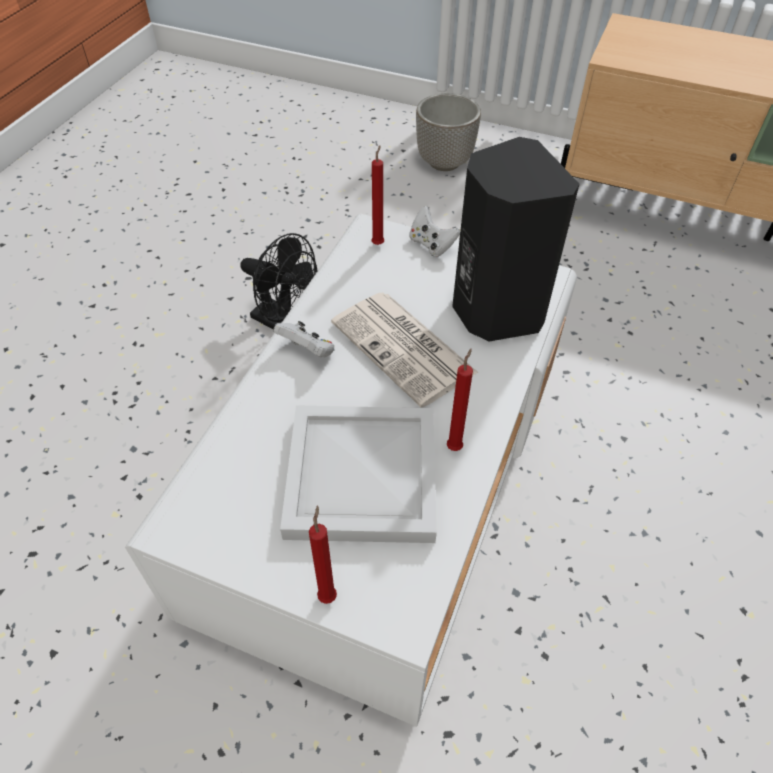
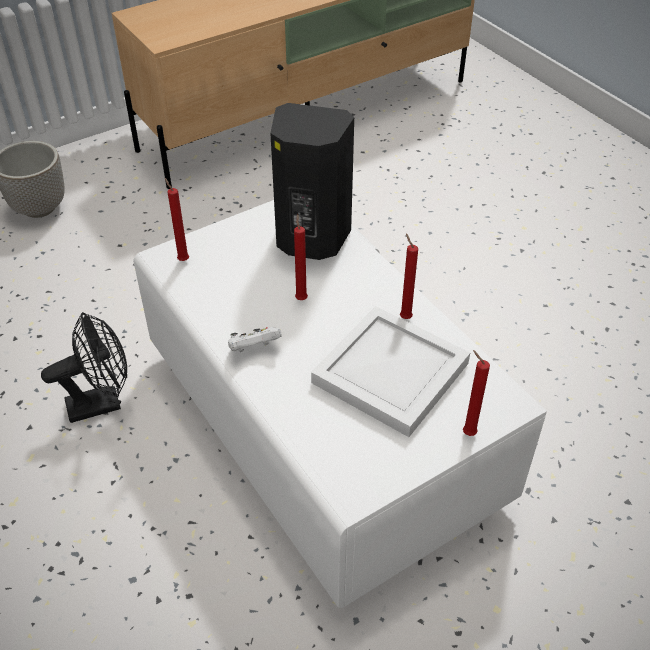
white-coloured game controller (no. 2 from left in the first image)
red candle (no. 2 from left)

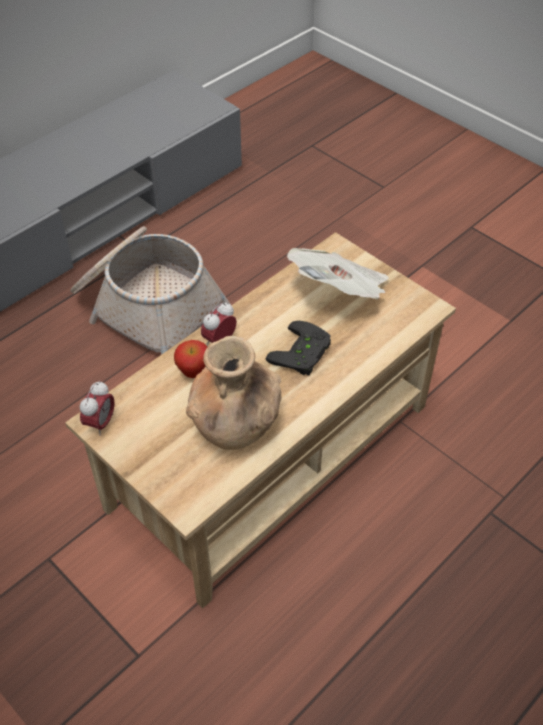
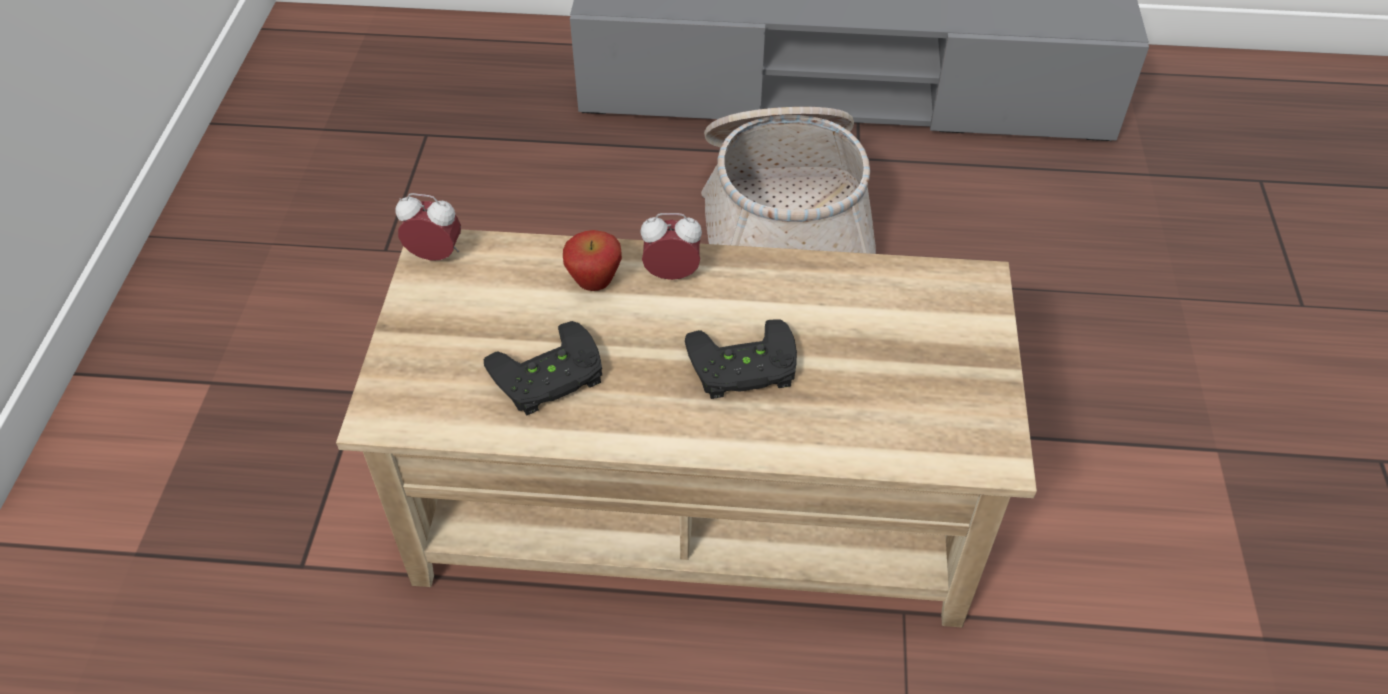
printed paper
black-coloured game controller (no. 1 from left)
alarm clock (no. 1 from left)

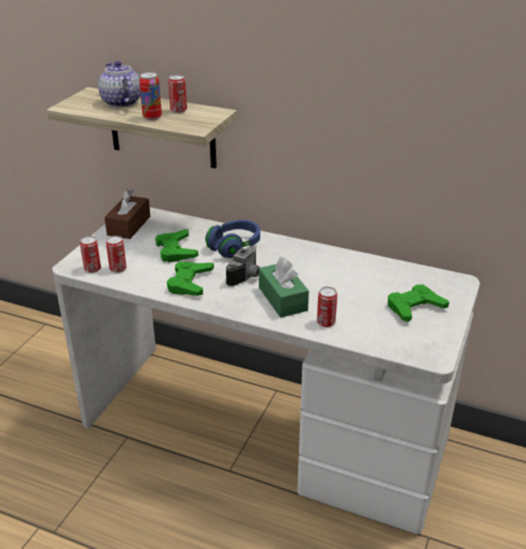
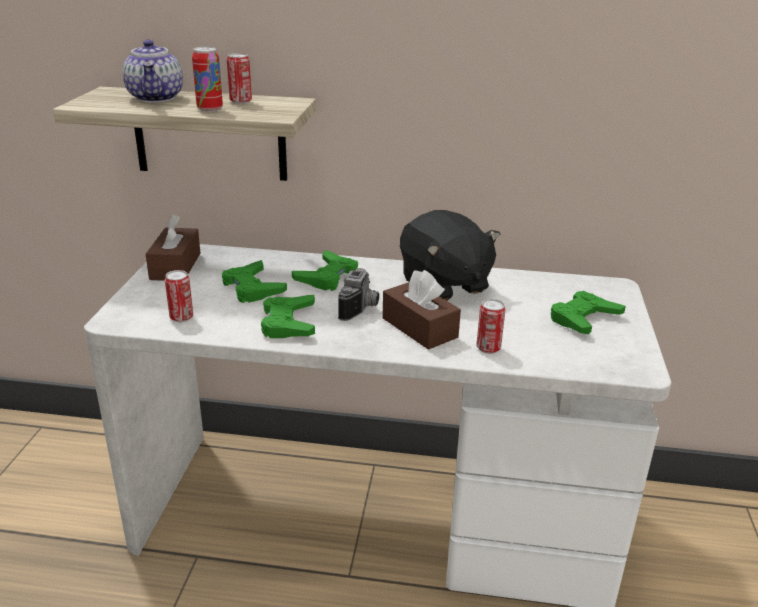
teapot
greenish game controller (no. 3 from left)
sealed can (no. 1 from left in the first image)
brownish box of tissues (no. 2 from left)
black-coloured cuddly toy

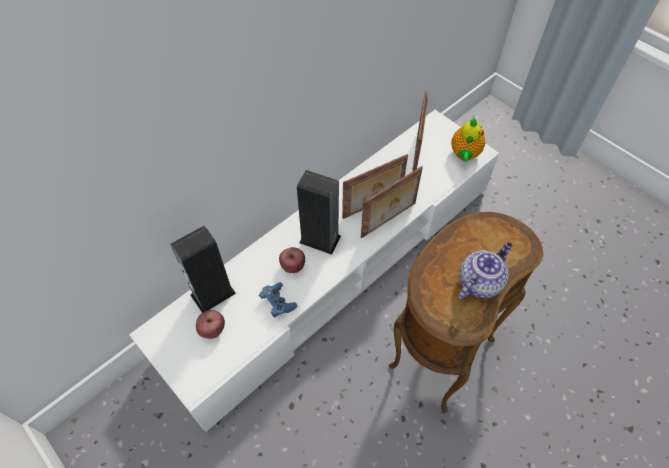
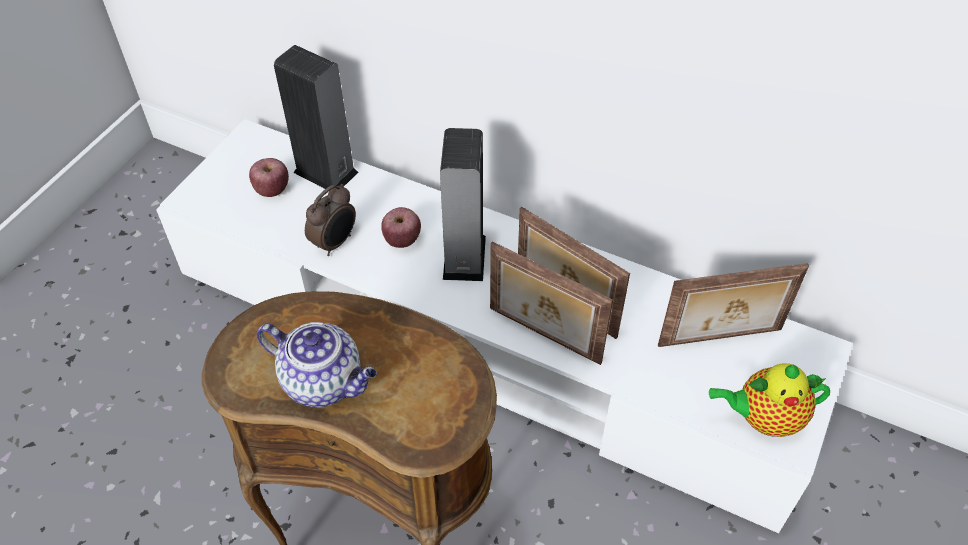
alarm clock

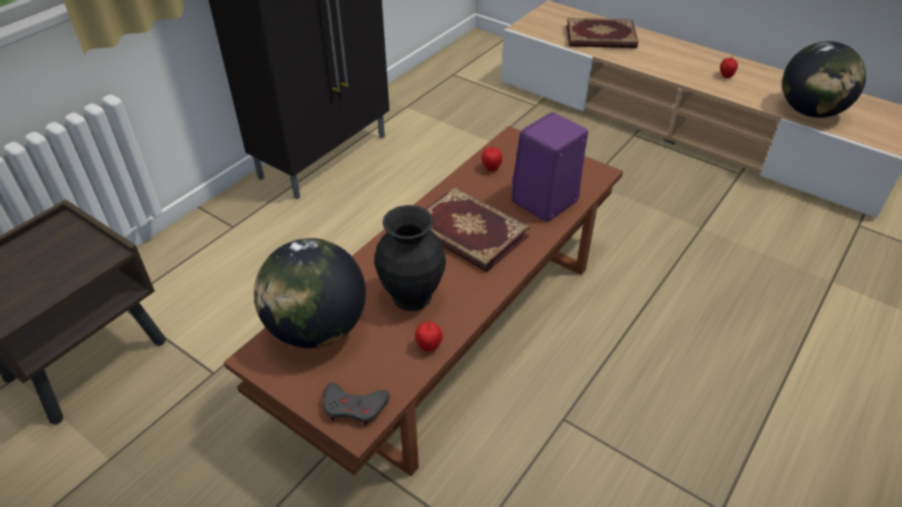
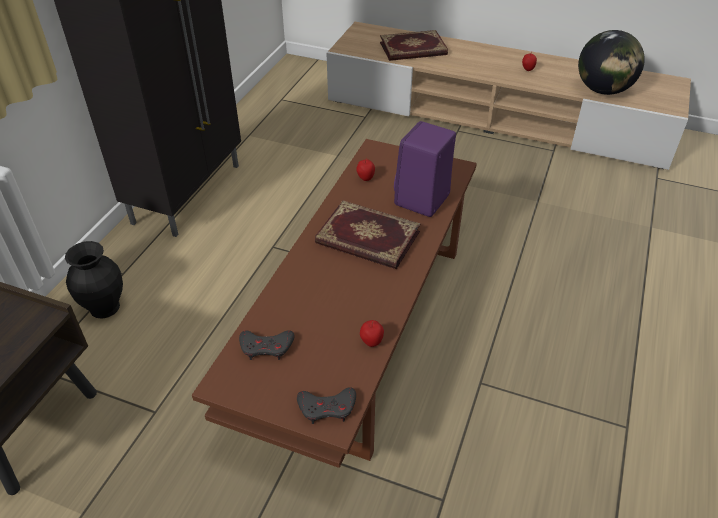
black-coloured flower vase
grey game controller (no. 1 from left)

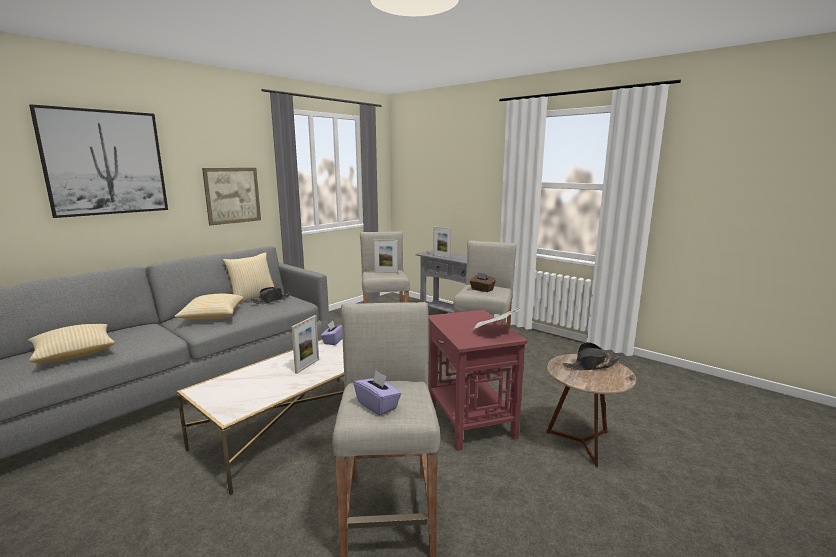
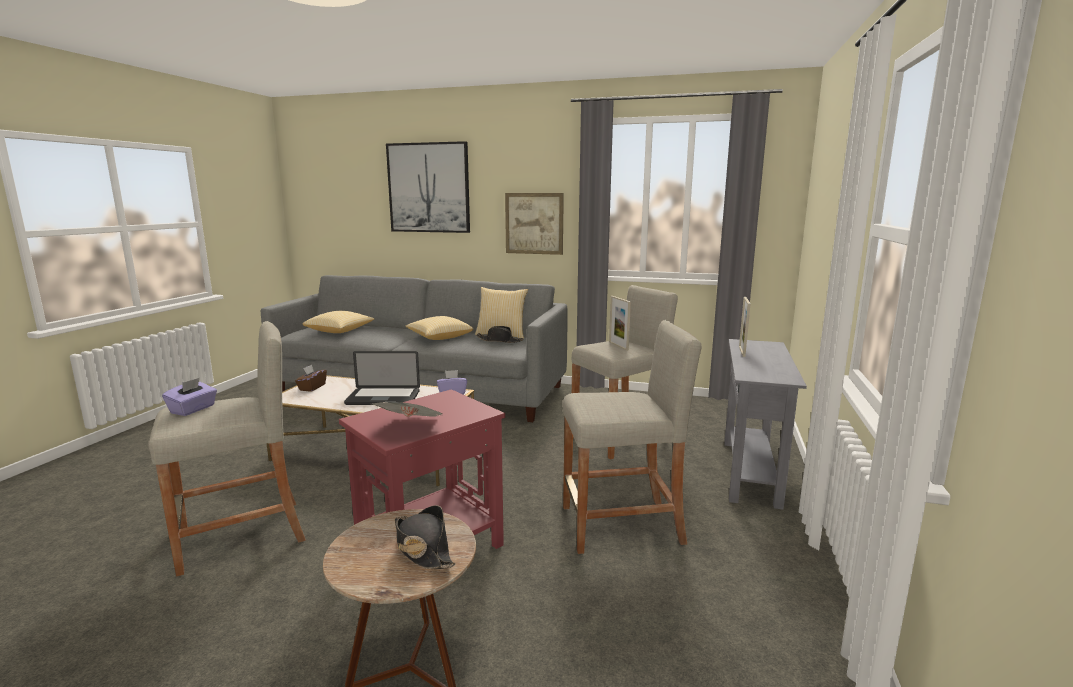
brownish box of tissues
portable computer

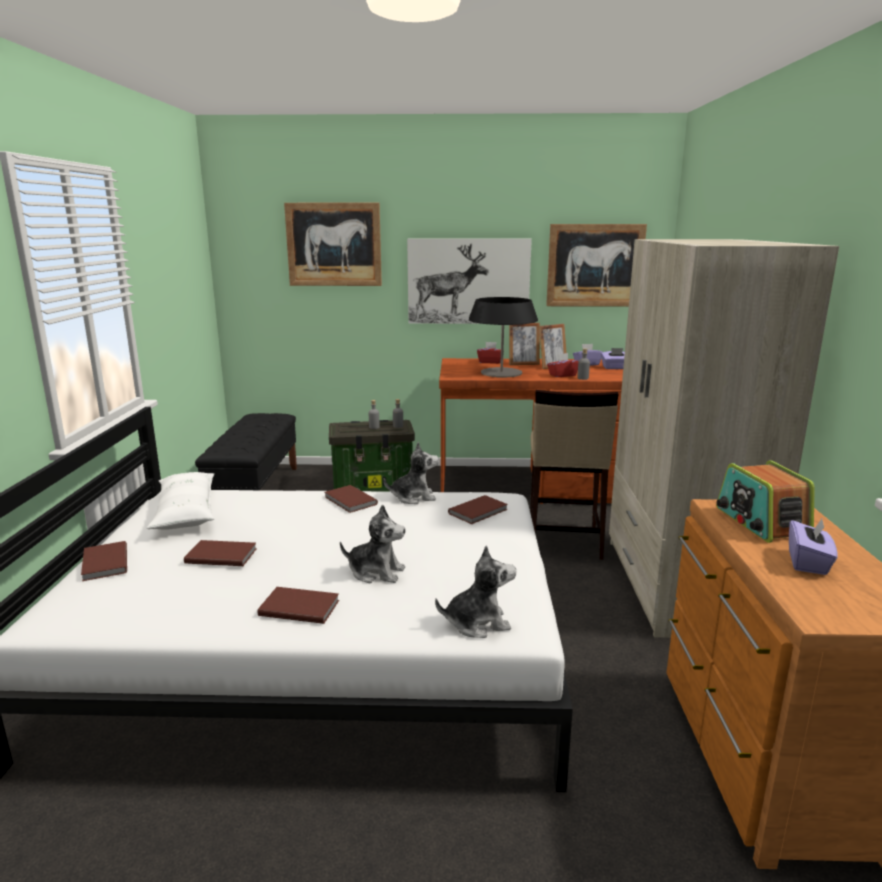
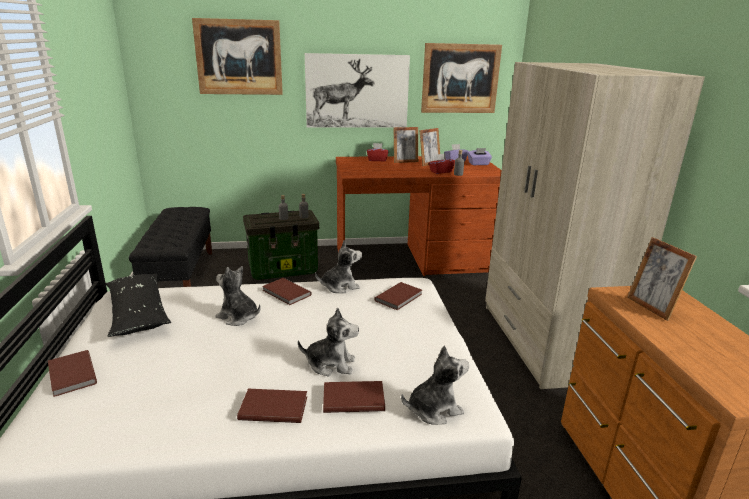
tabletop lamp
sand-coloured stool
picture frame (no. 3 from left)
black-coloured cushion
purple-coloured box of tissues (no. 3 from left in the first image)
brownish book (no. 4 from left)
cuddly toy (no. 1 from left)

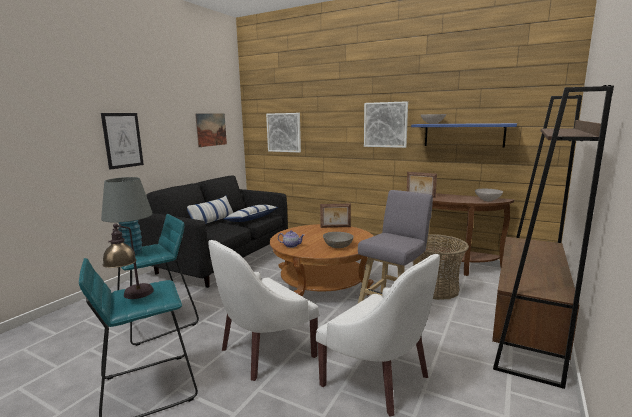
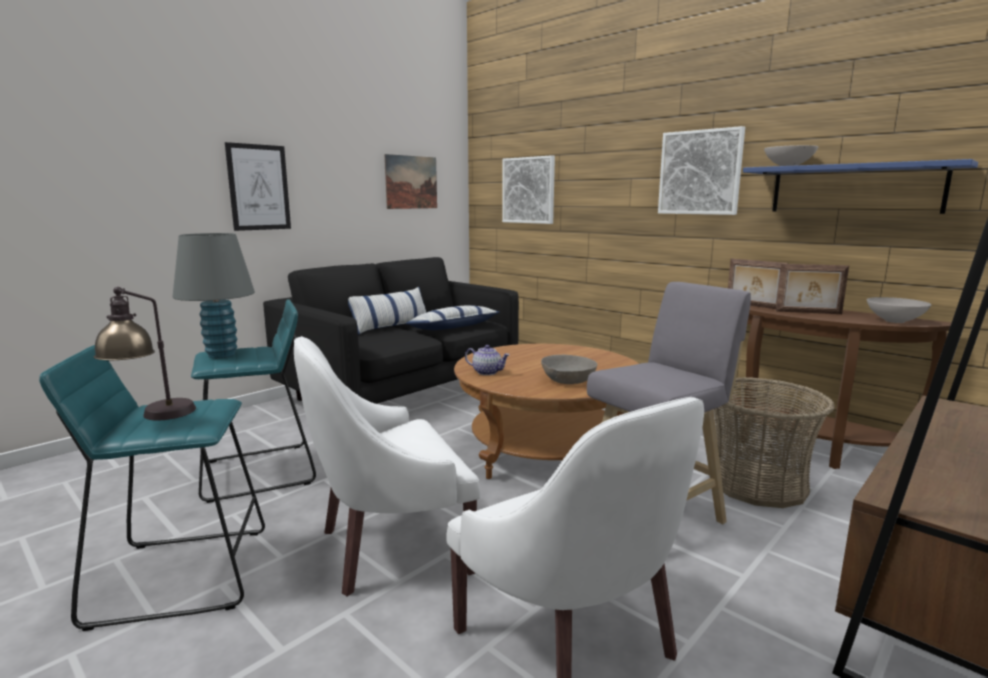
picture frame (no. 2 from left)

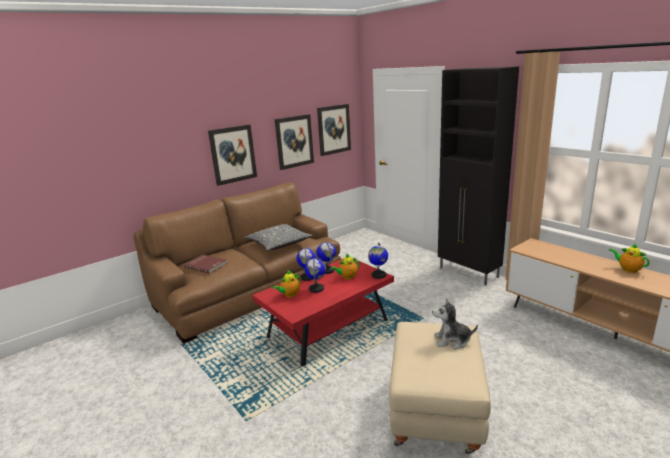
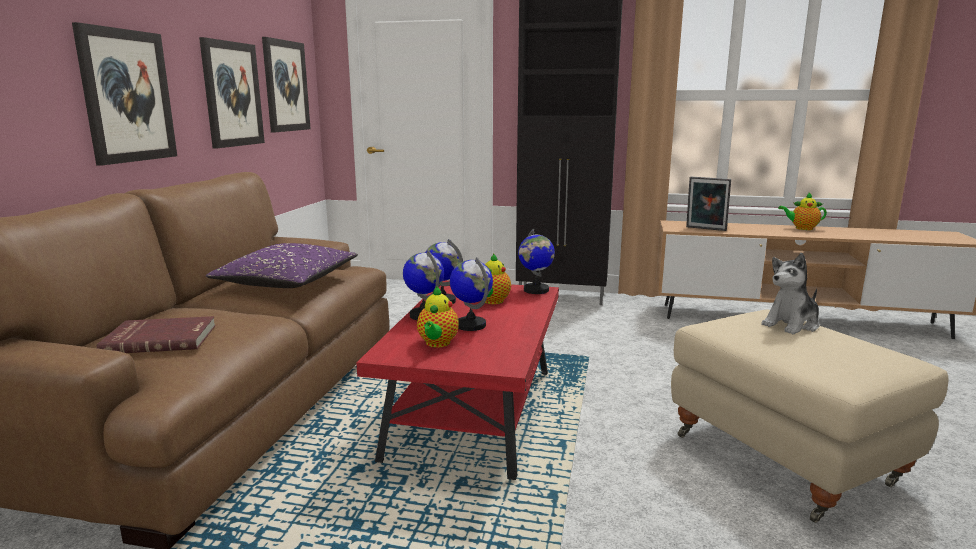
purple-coloured cushion
picture frame

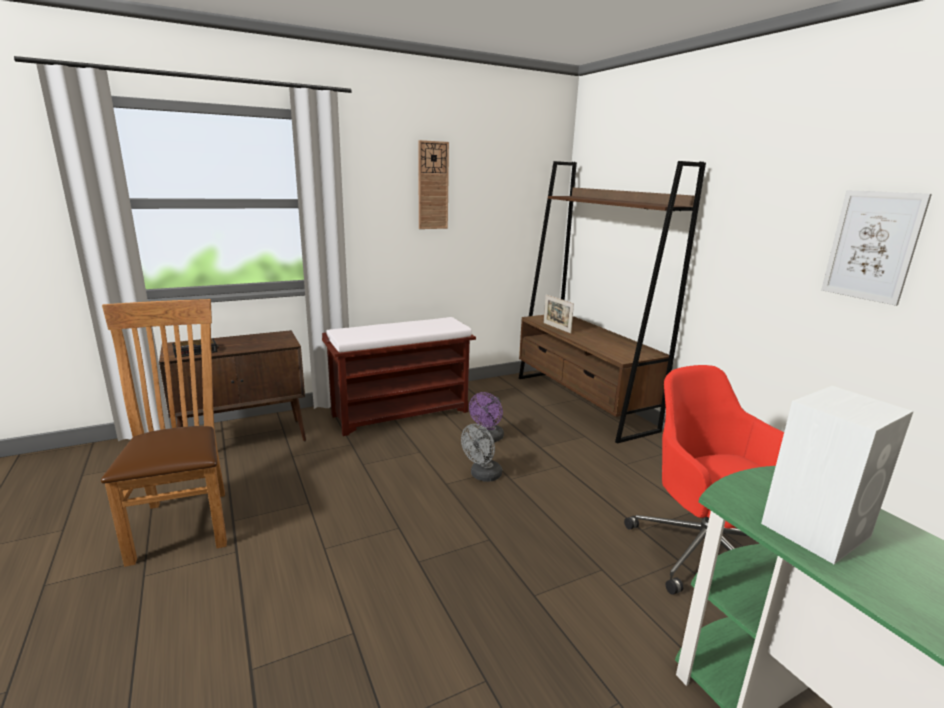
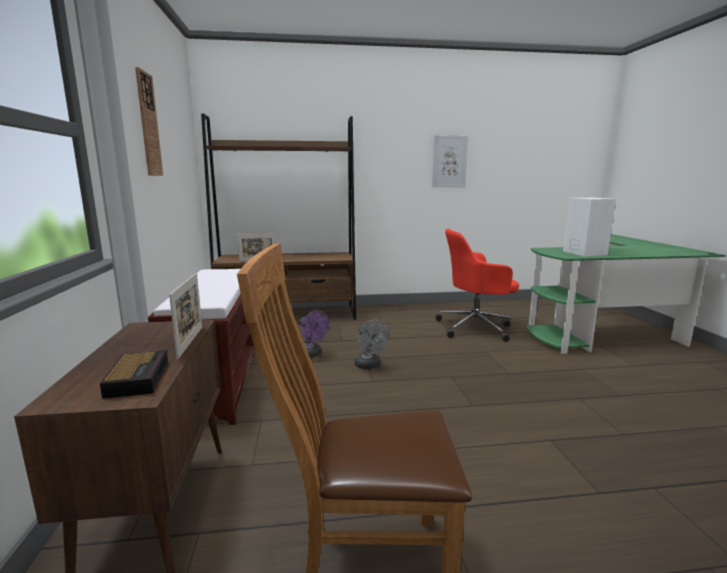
picture frame (no. 1 from left)

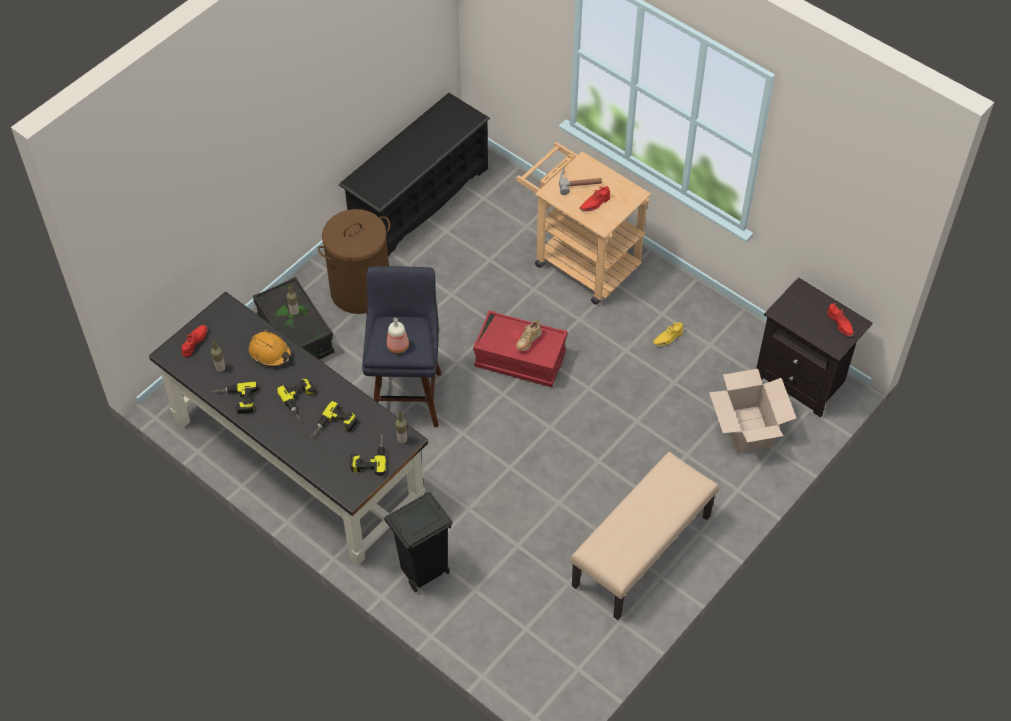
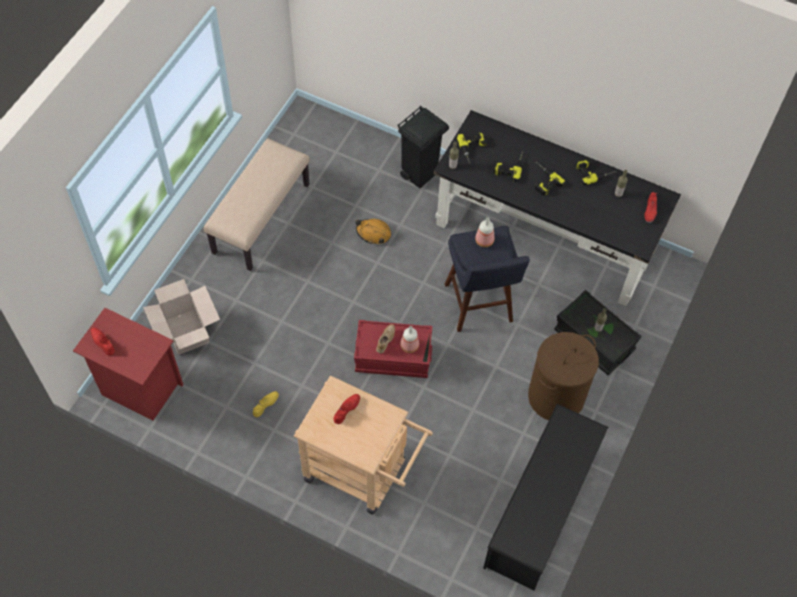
hammer
red bedside table
orange-coloured hard hat
drink bottle (no. 1 from left)

